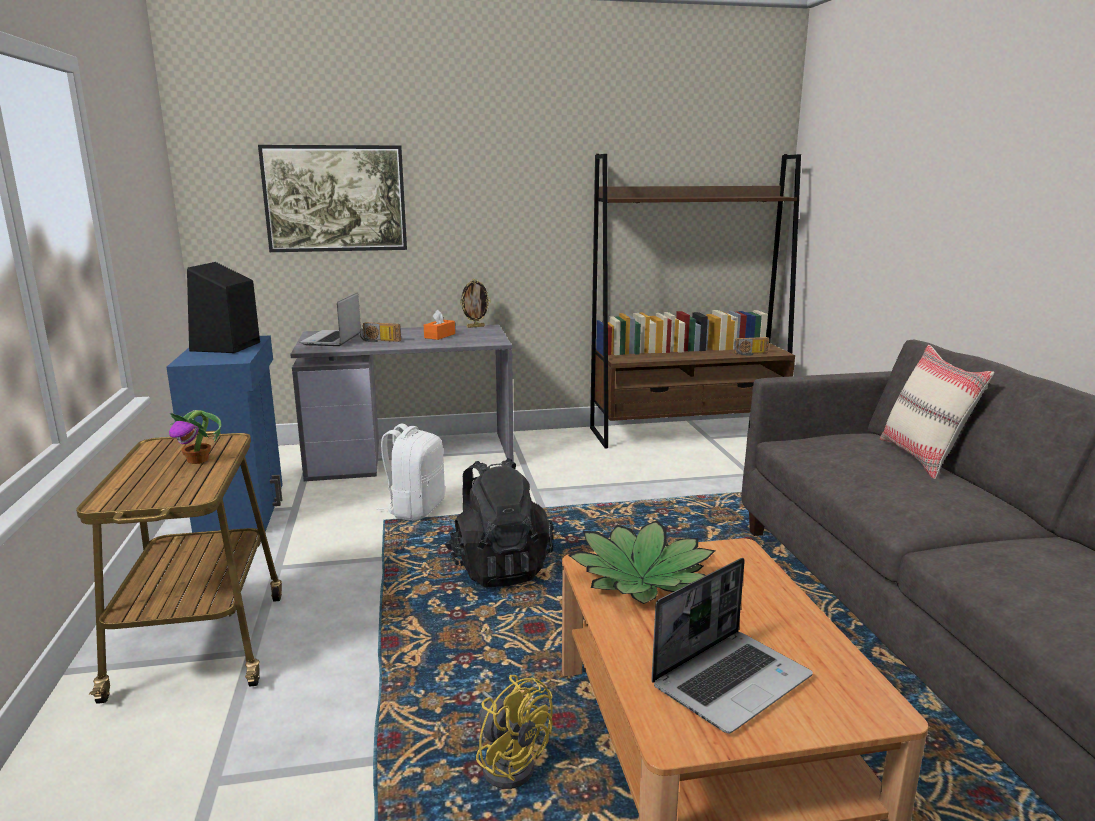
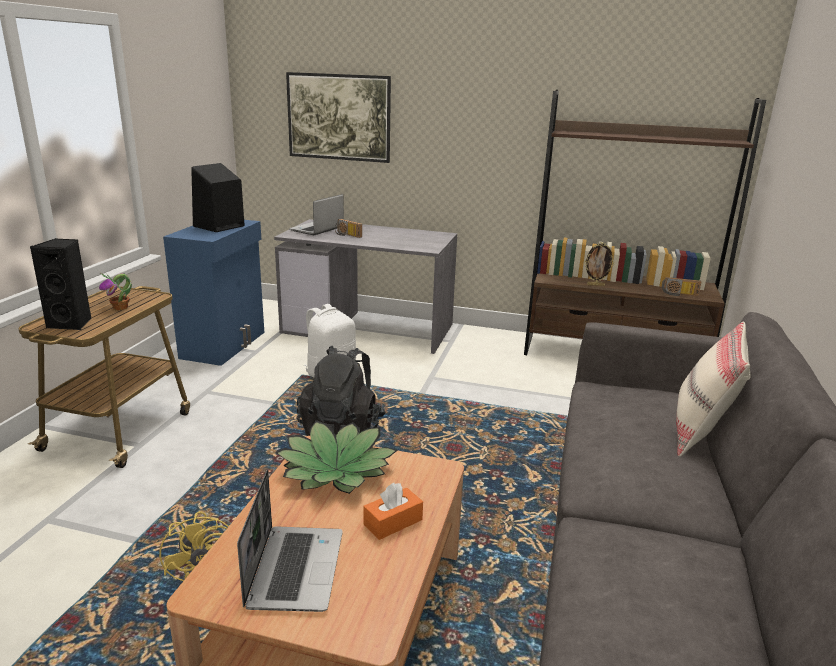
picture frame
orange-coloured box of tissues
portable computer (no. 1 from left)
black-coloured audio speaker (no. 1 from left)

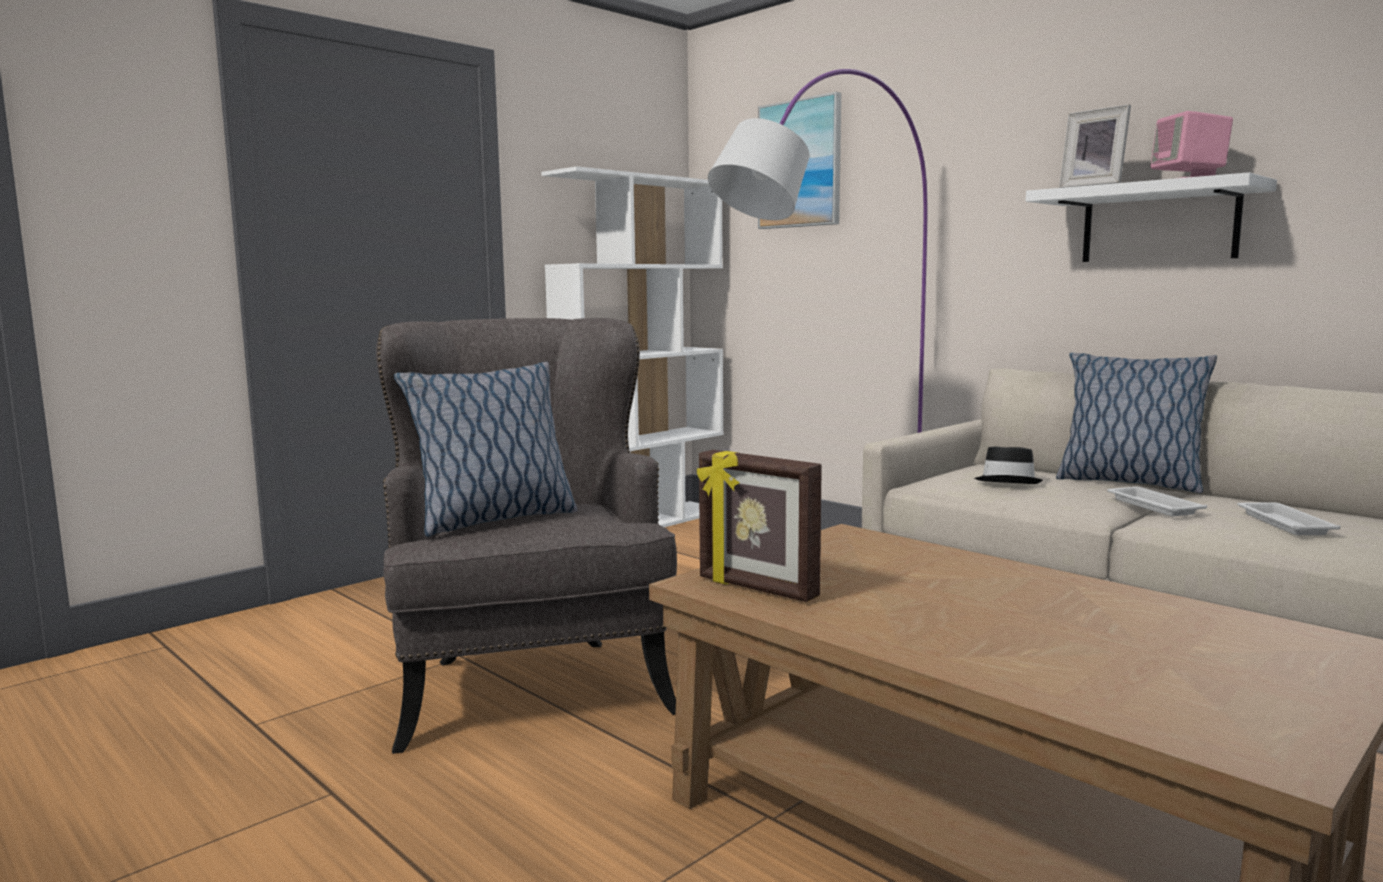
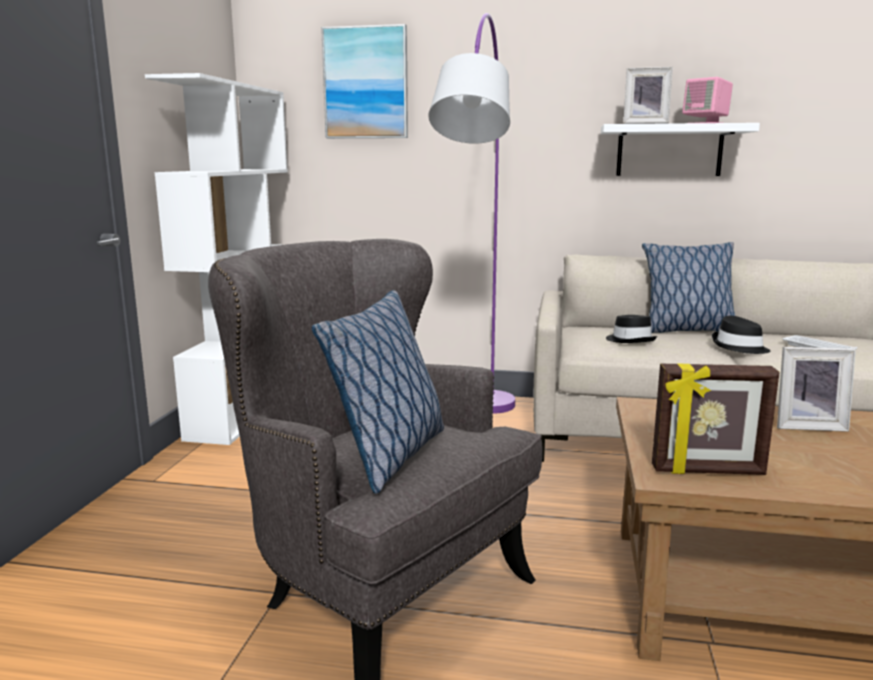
black-coloured hat (no. 2 from left)
picture frame (no. 3 from left)

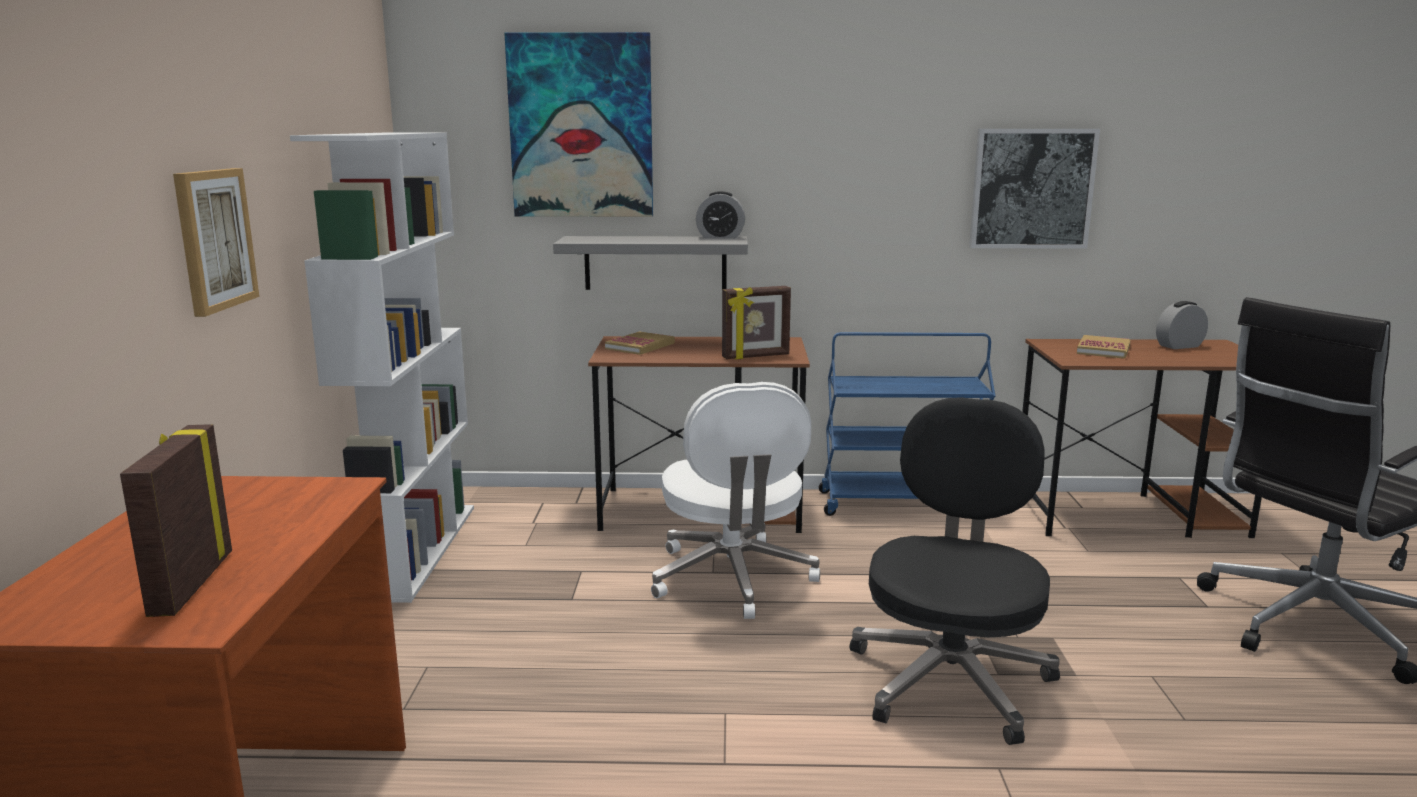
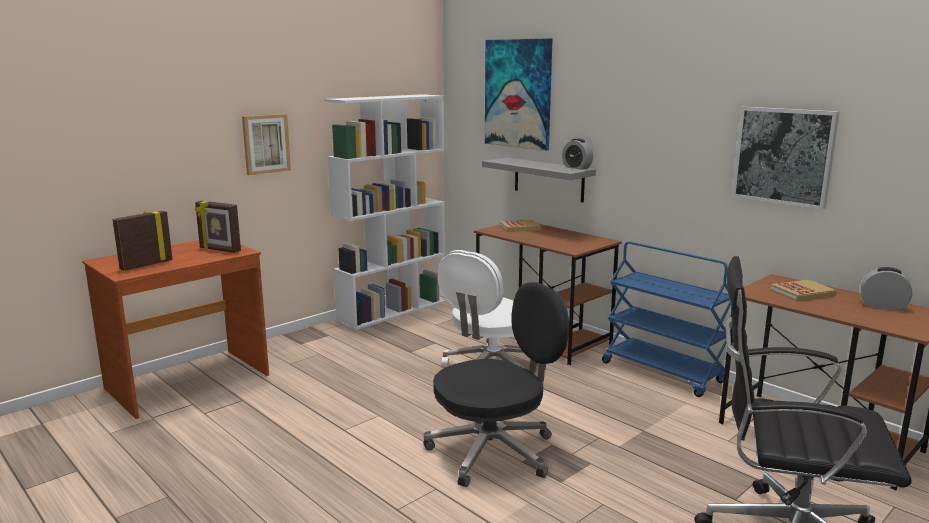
picture frame (no. 2 from left)

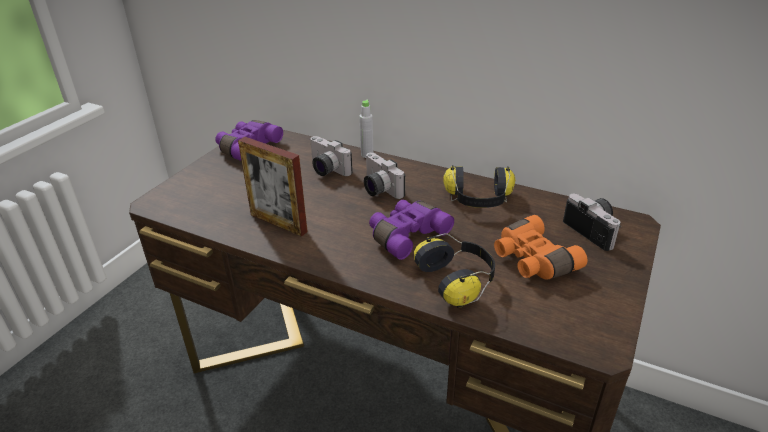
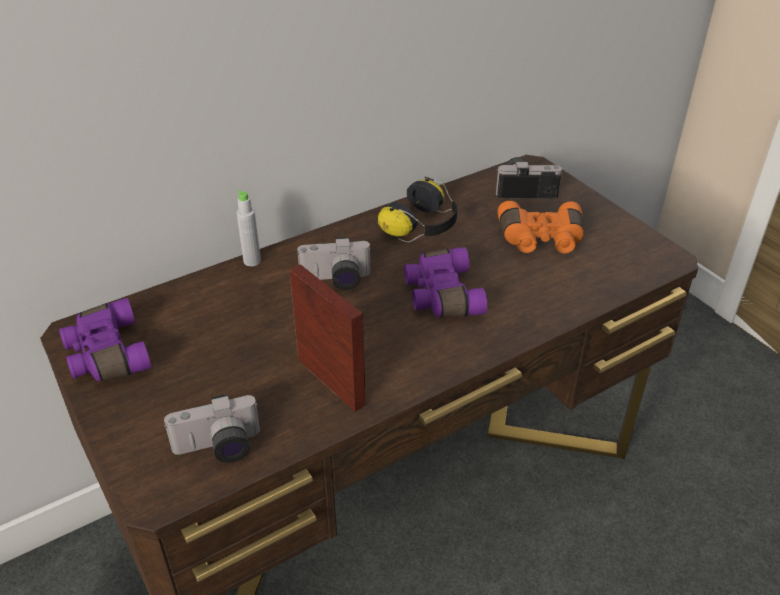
still camera (no. 1 from left)
picture frame
headphones (no. 1 from left in the first image)

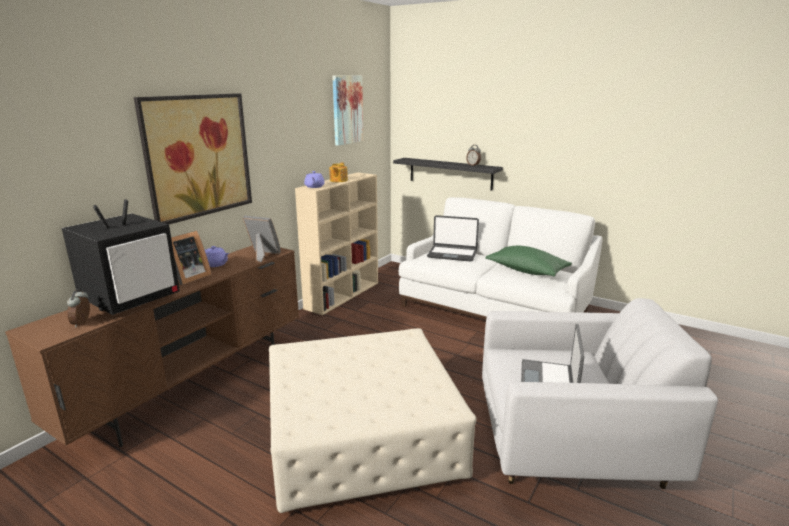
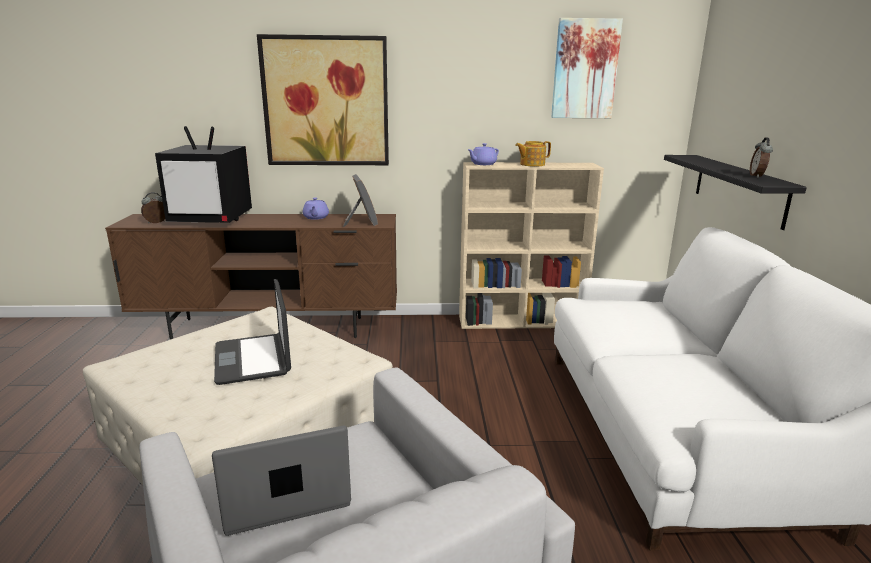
portable computer (no. 1 from left)
picture frame (no. 1 from left in the first image)
greenish cushion

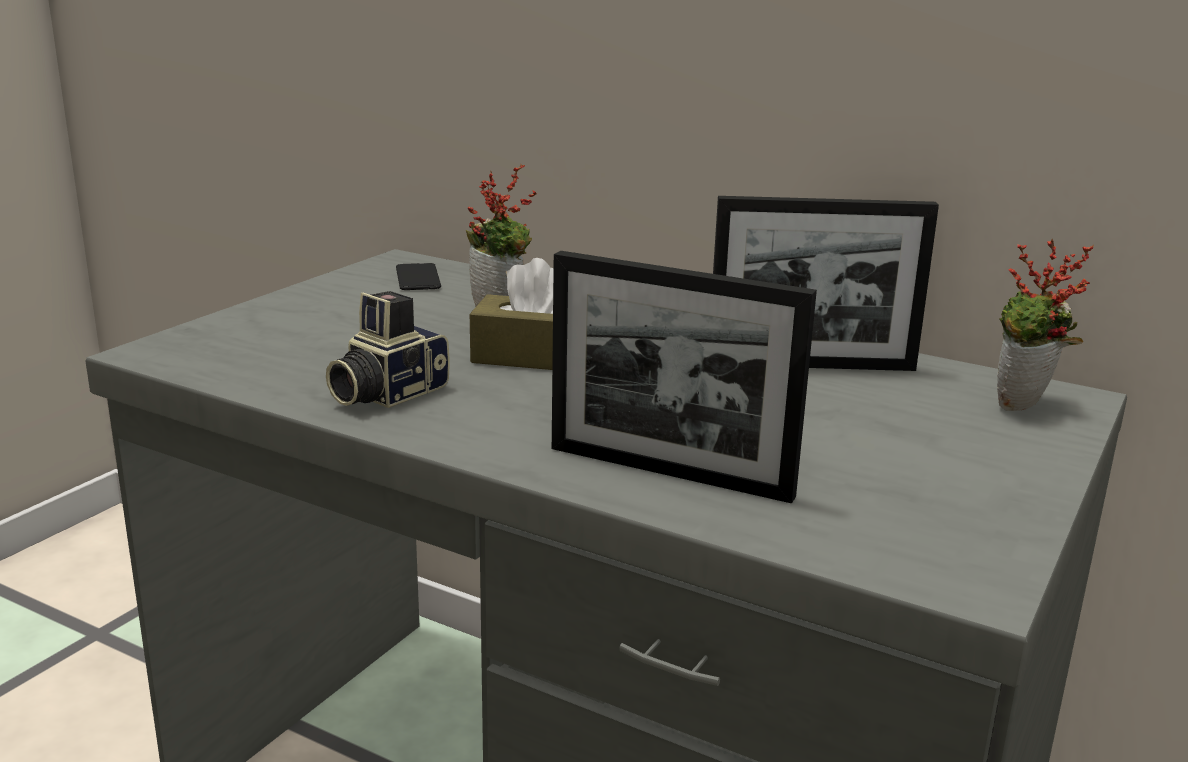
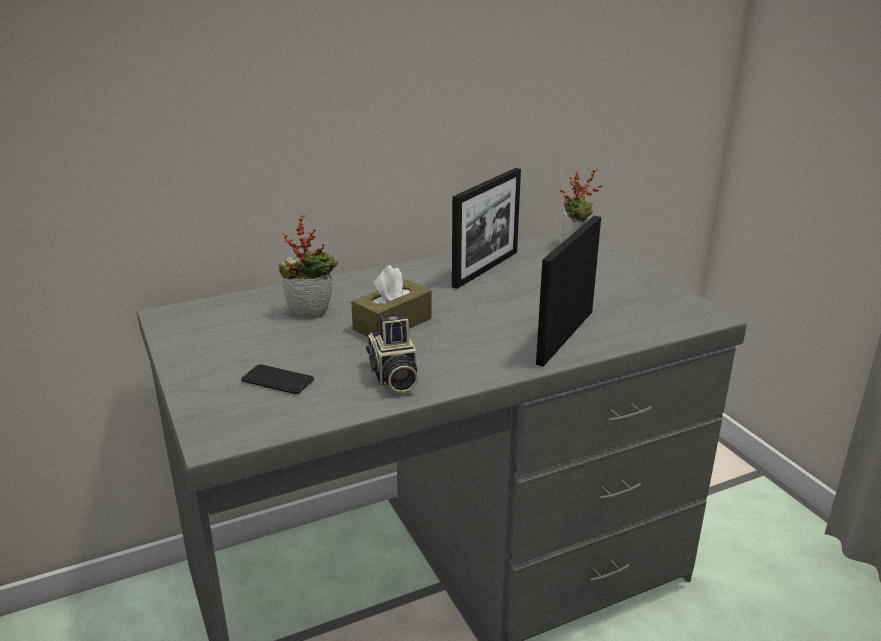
picture frame (no. 2 from left)
phone

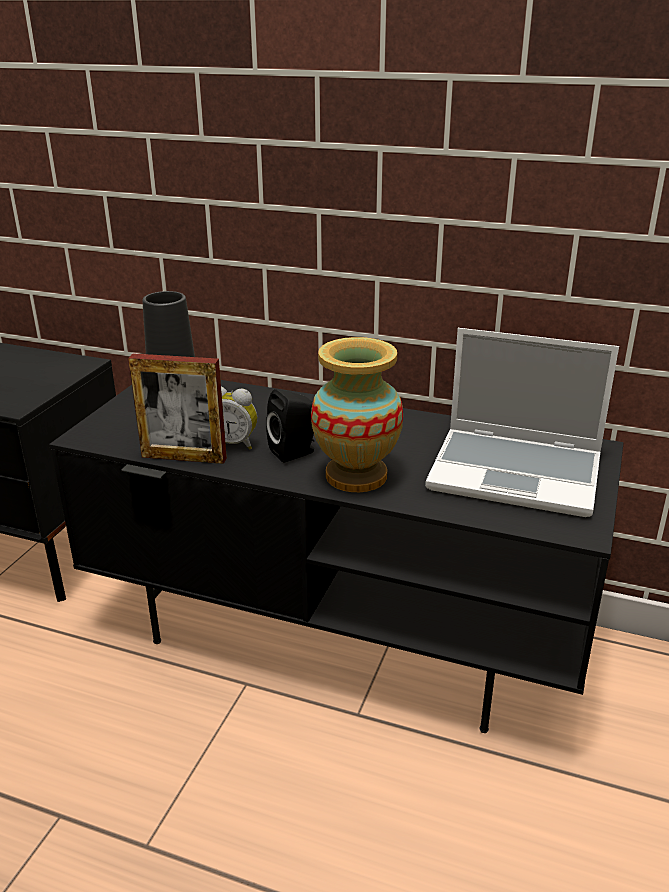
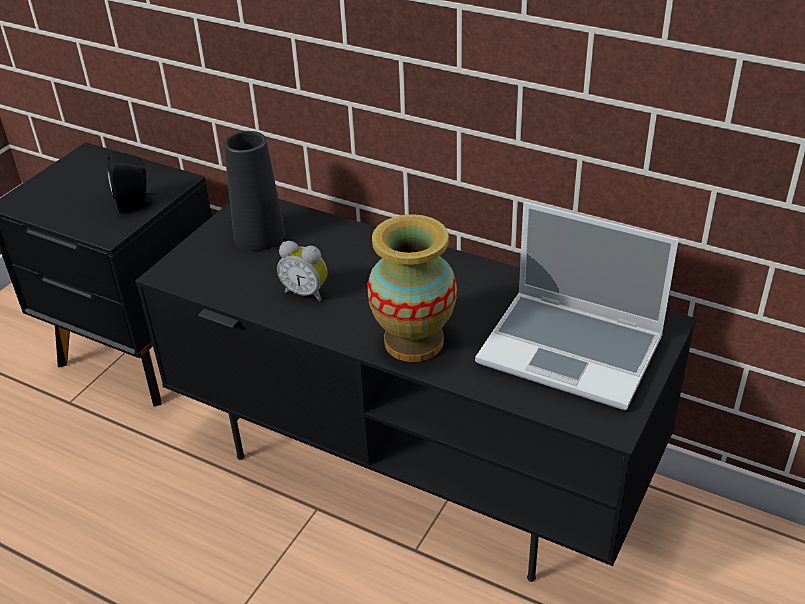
picture frame
black-coloured audio speaker

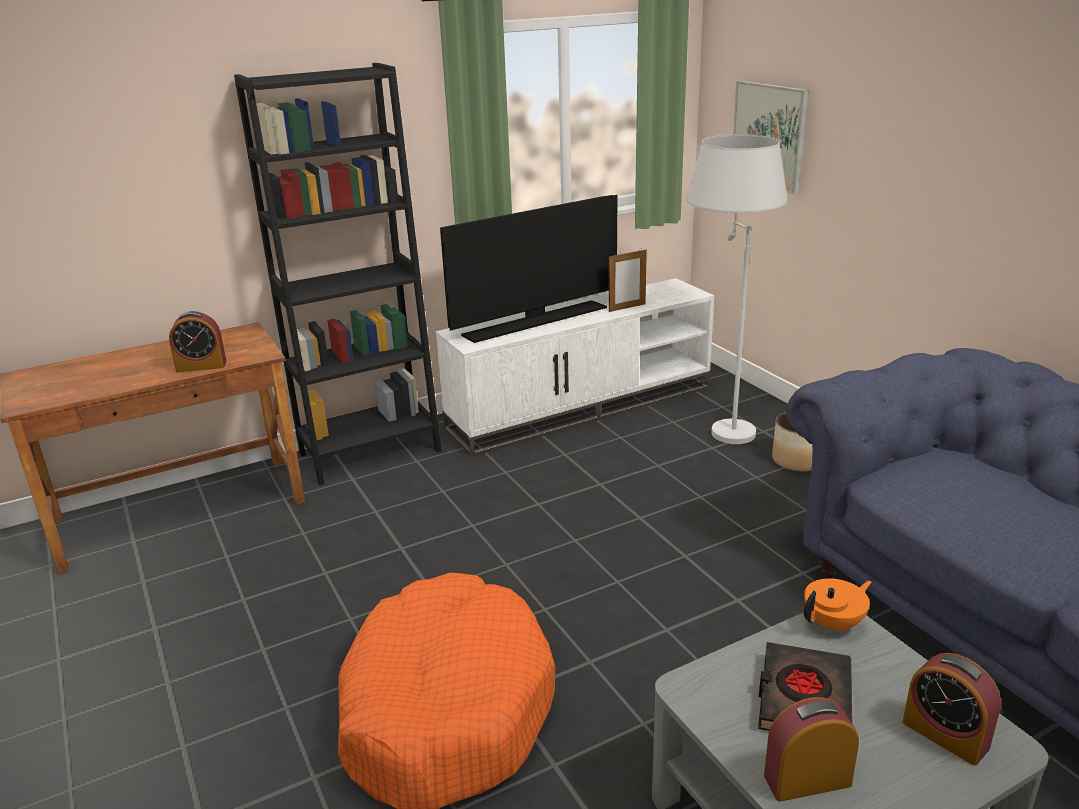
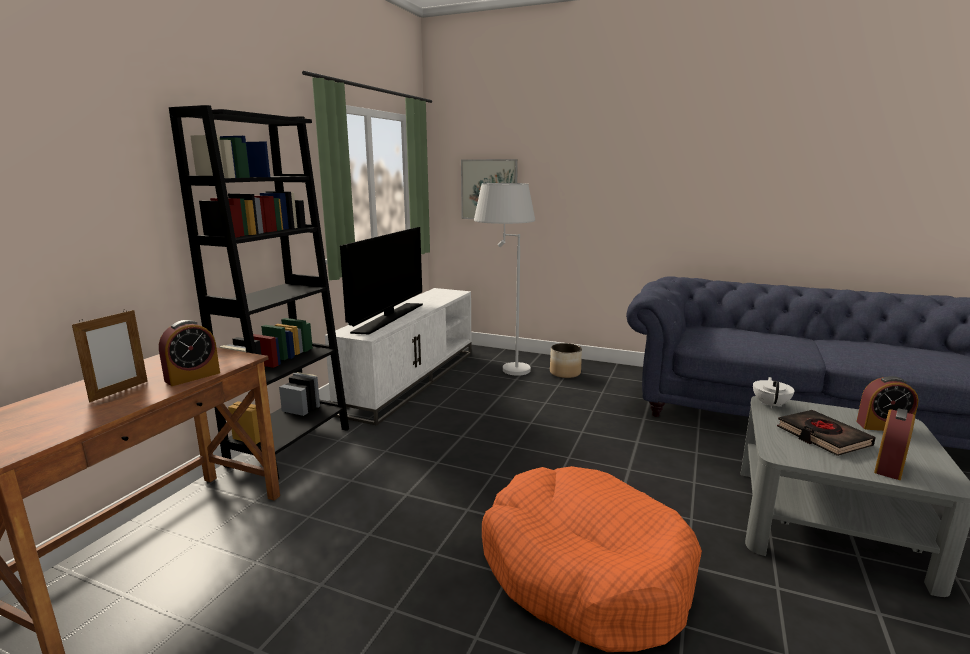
picture frame
white-coloured teapot

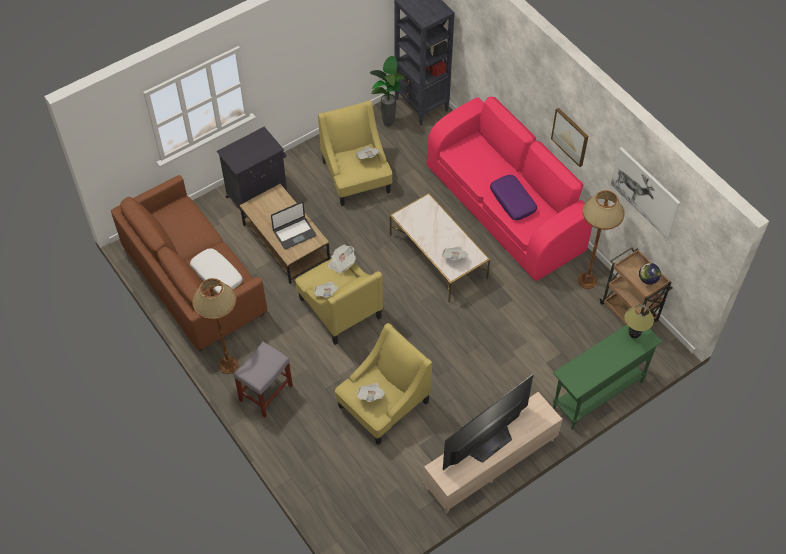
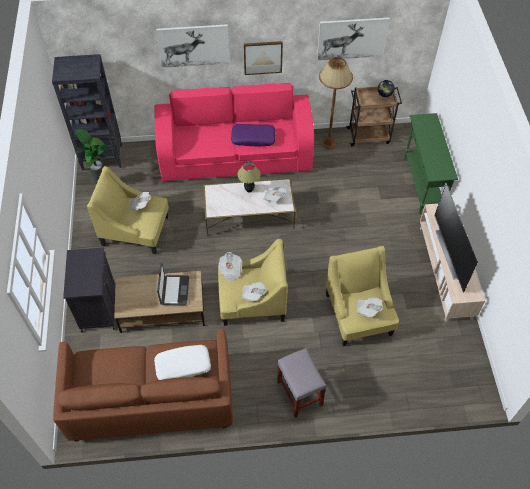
brownish standing lamp (no. 1 from left in the first image)
tabletop lamp
wall picture (no. 1 from left)

